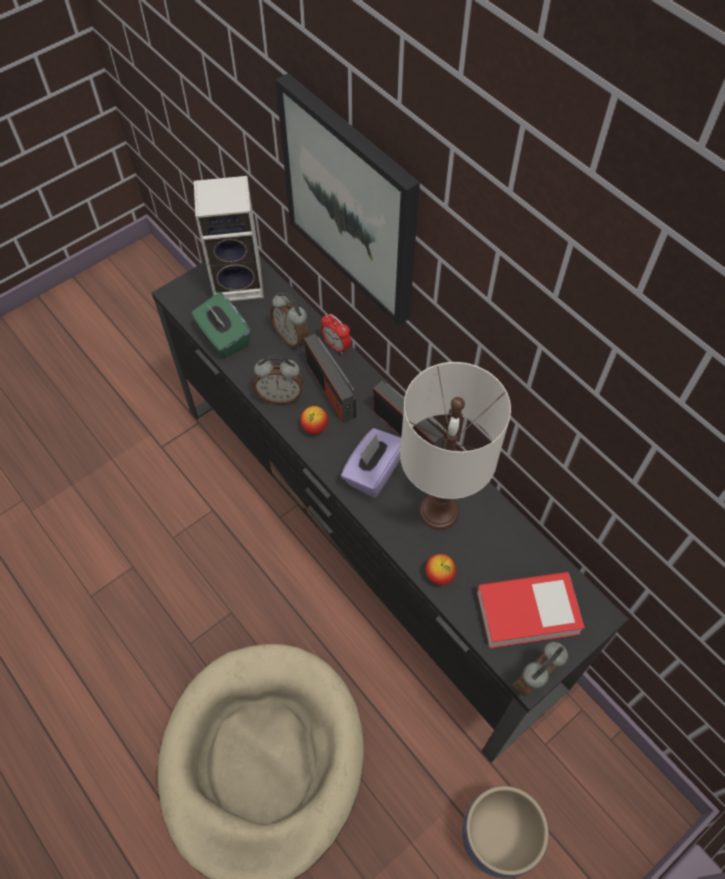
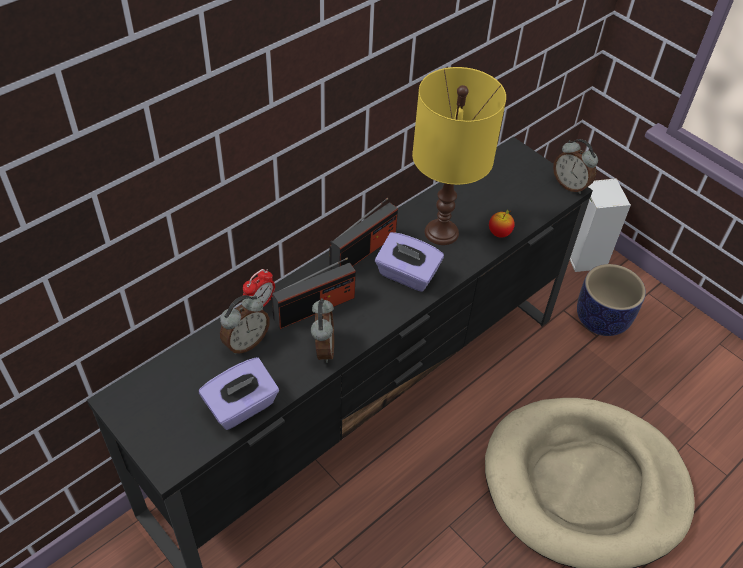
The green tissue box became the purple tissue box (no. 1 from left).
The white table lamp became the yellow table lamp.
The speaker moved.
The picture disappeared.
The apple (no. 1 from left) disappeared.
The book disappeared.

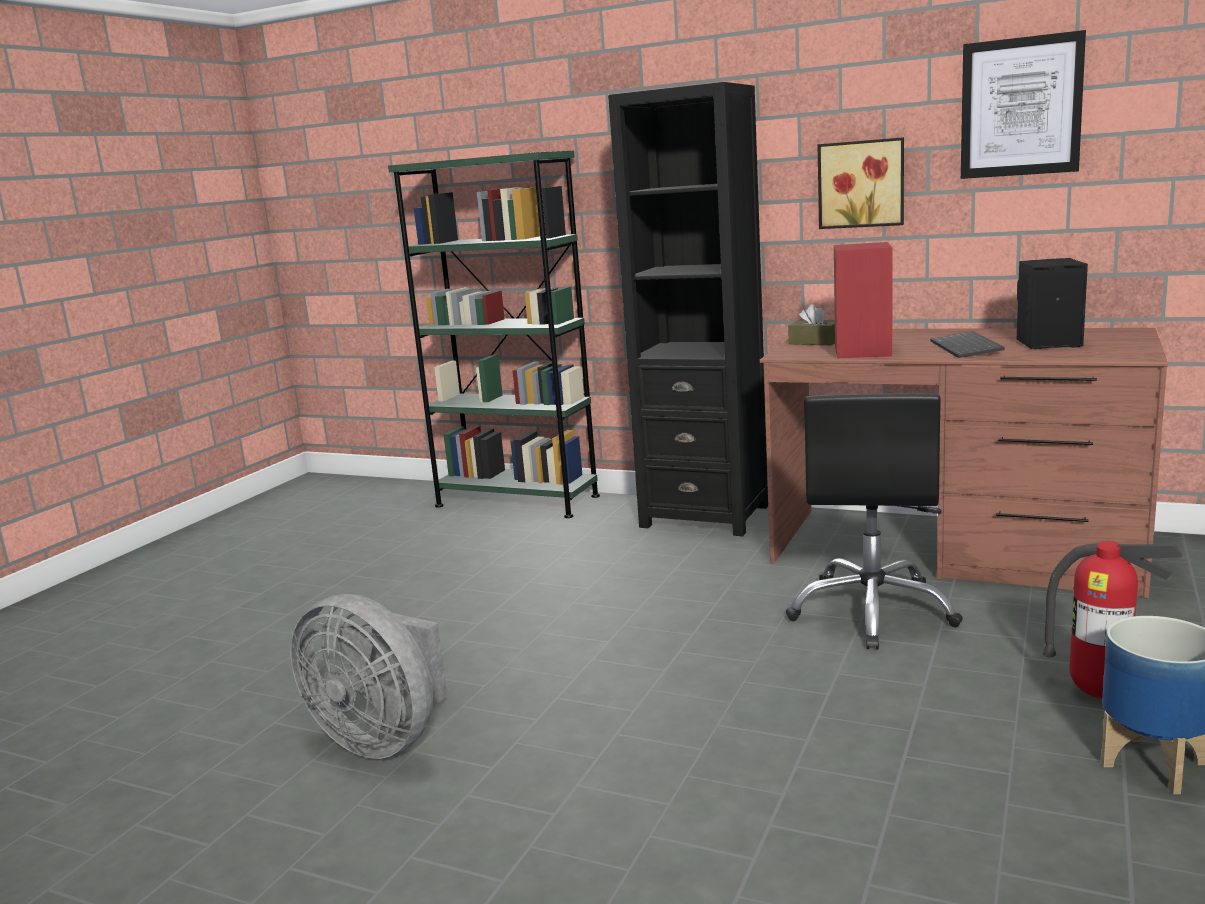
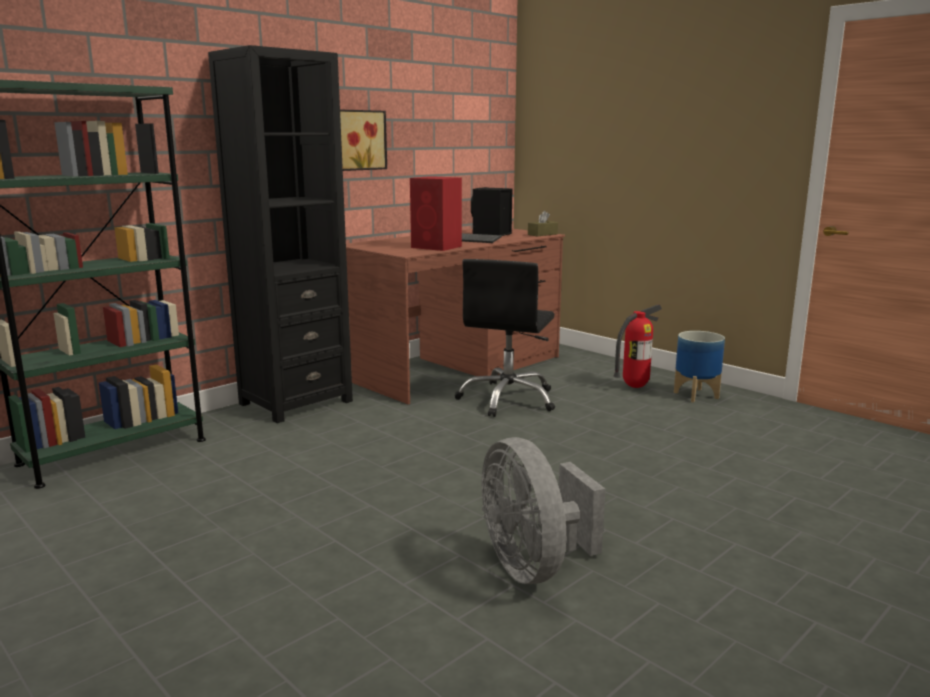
The black office chair turned 75 degrees clockwise.
The grey fan turned 105 degrees clockwise.
The brown tissue box moved.
The picture (no. 2 from left) disappeared.

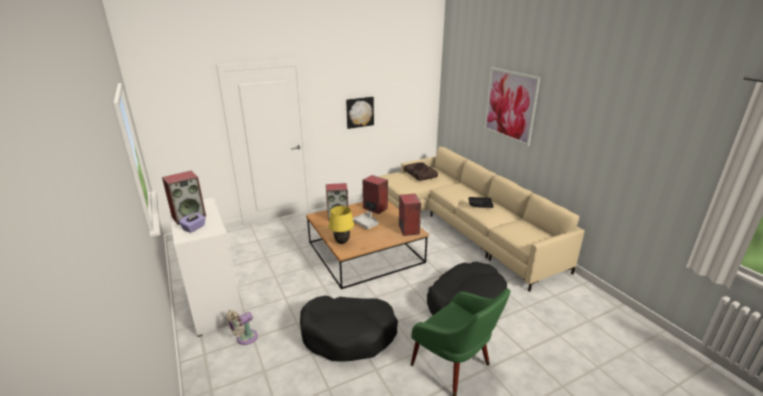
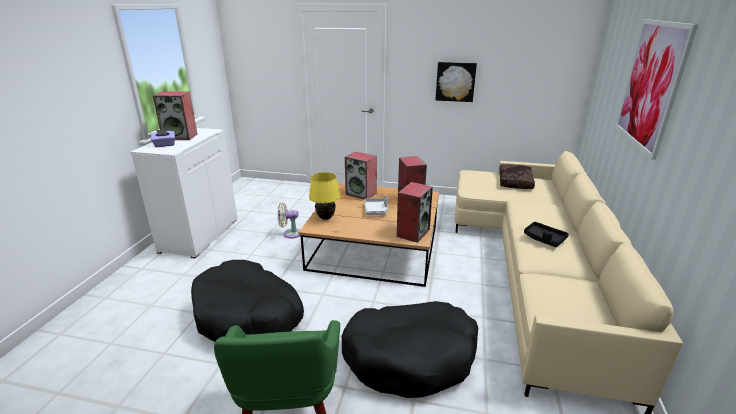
The beige fan moved.

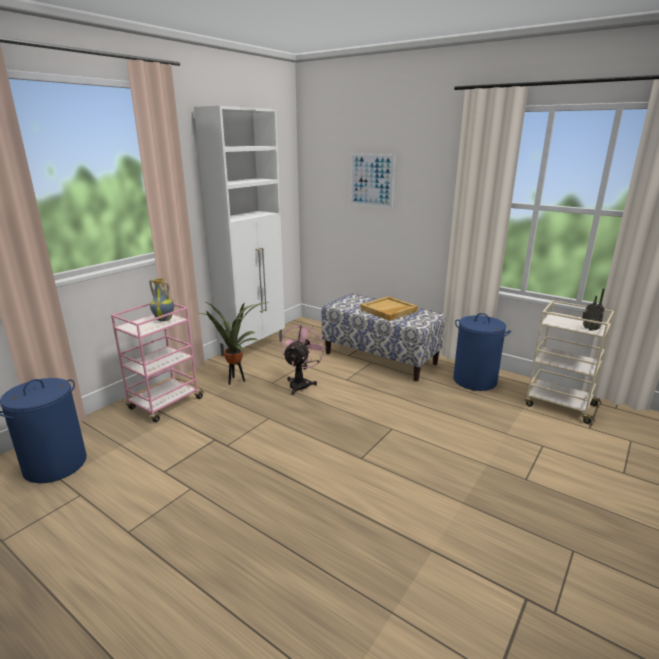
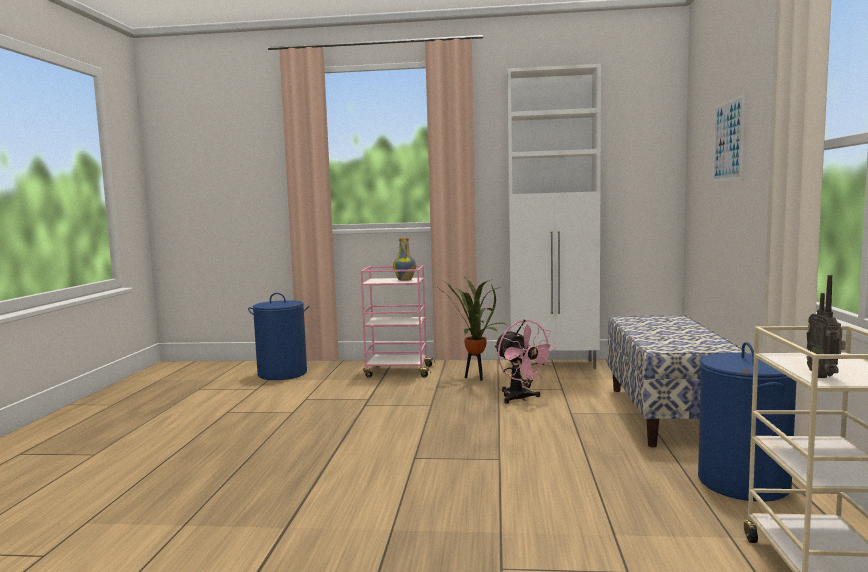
The pink fan turned 75 degrees clockwise.
The beige tray disappeared.

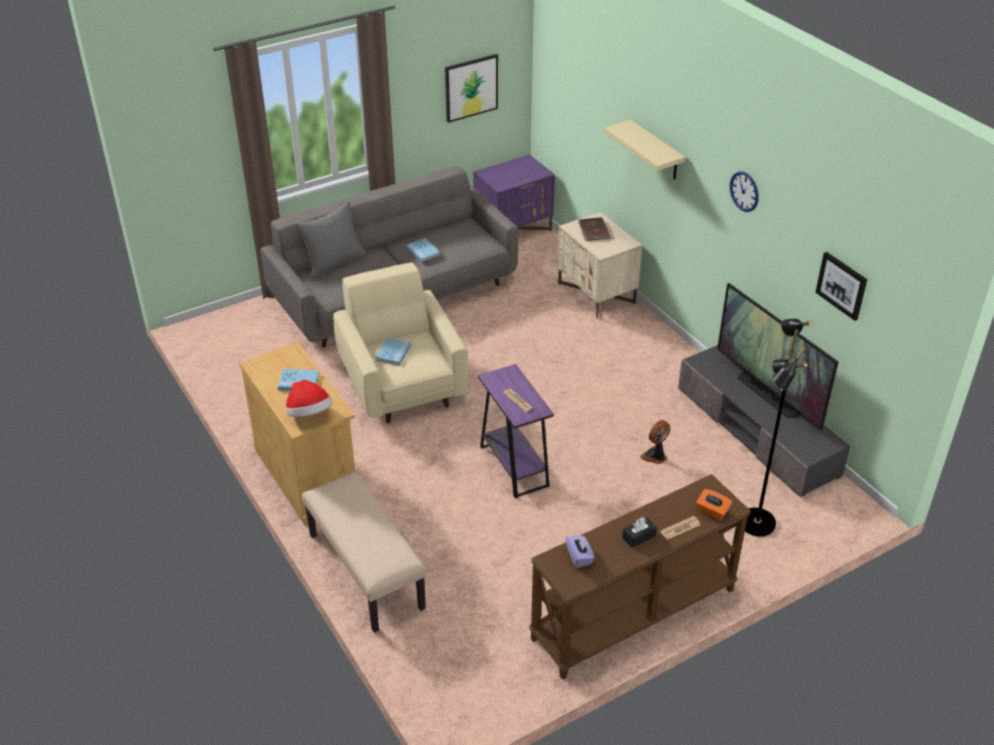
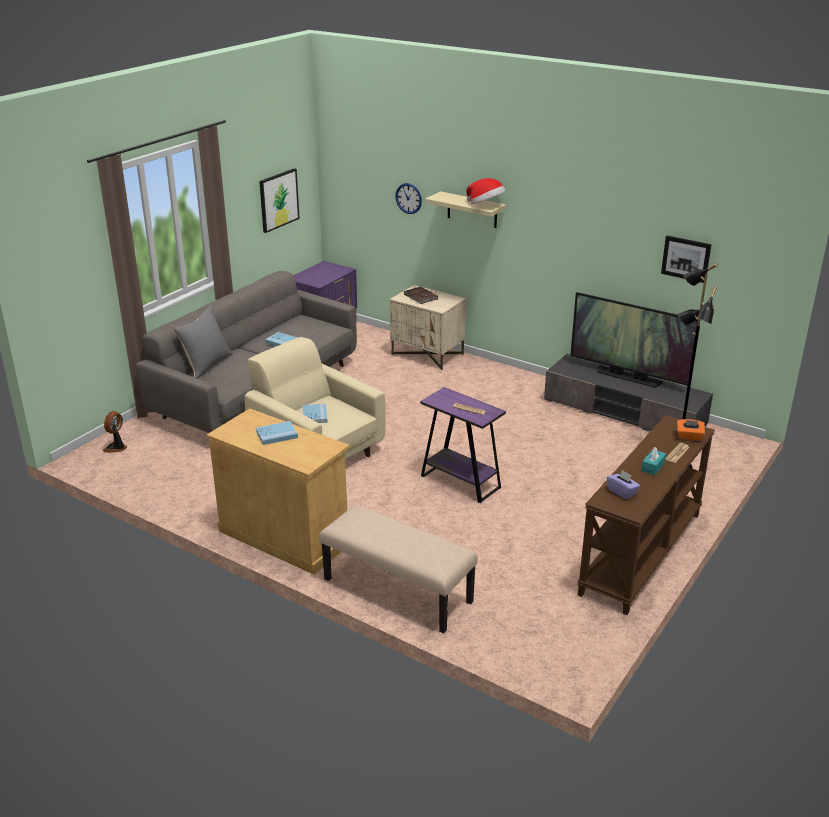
The fan moved.
The wall clock moved.
The hat moved.
The black tissue box became the turquoise tissue box.

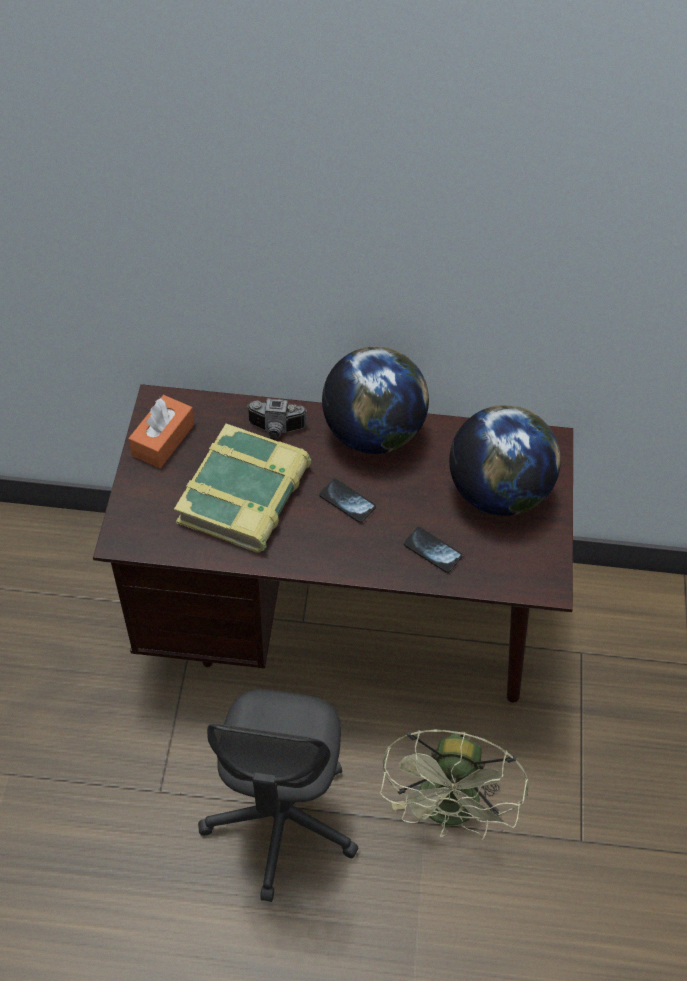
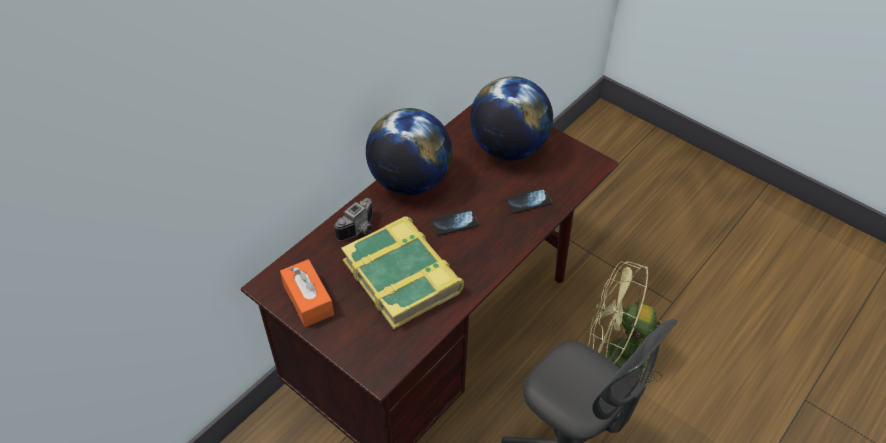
The green fan turned 150 degrees clockwise.

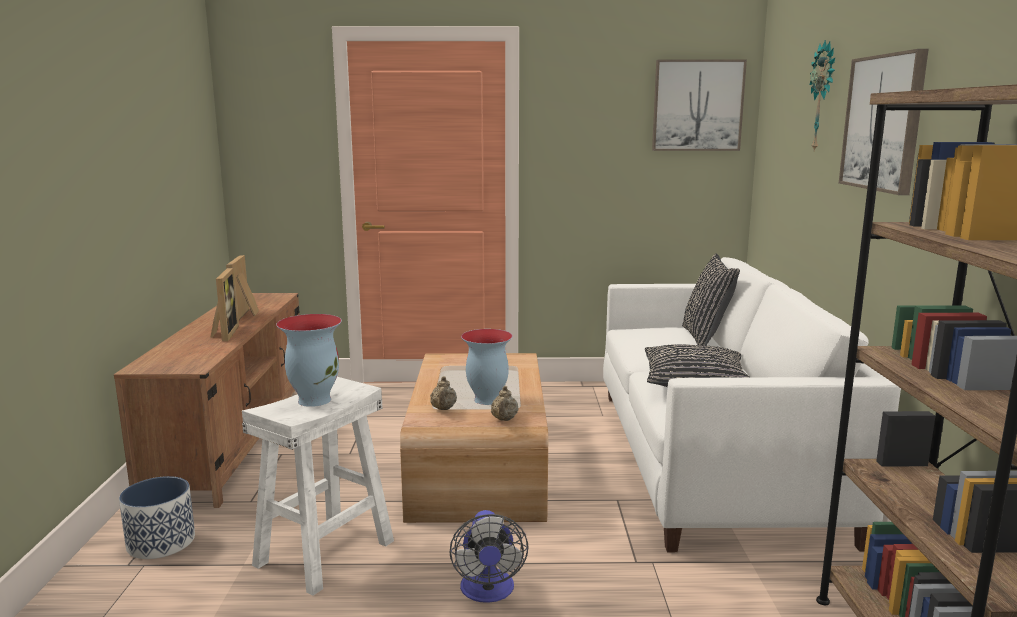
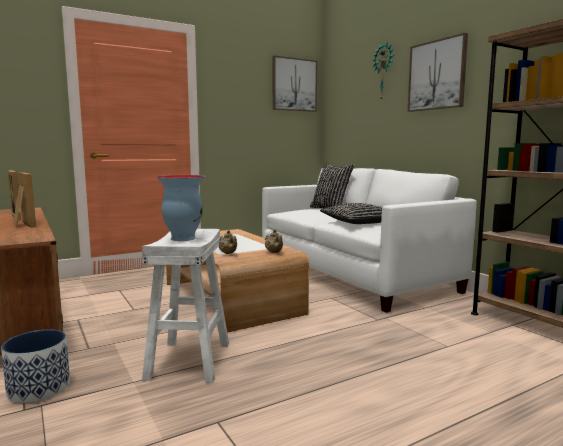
The fan disappeared.
The vase (no. 2 from left) disappeared.

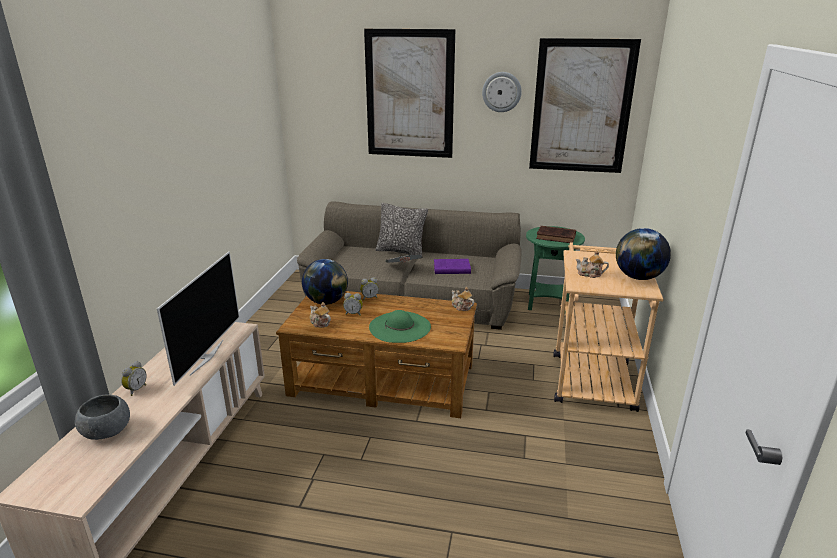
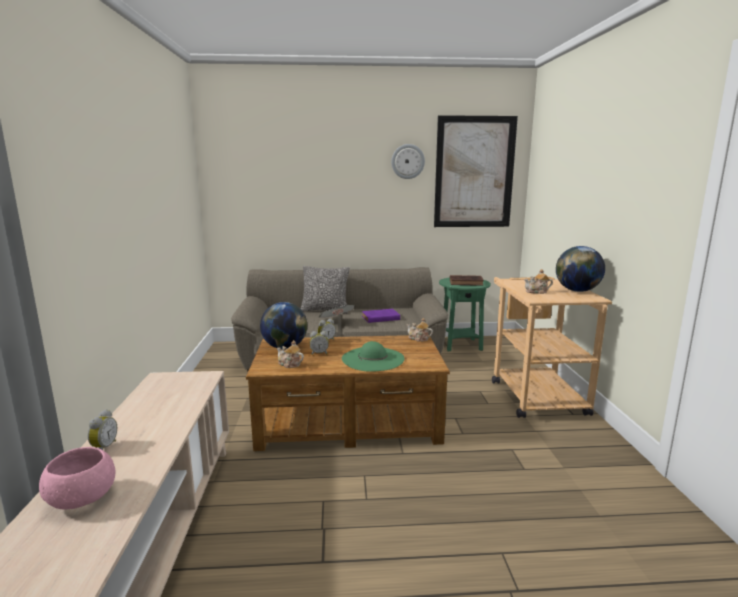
The grey bowl became the pink bowl.
The television disappeared.
The picture (no. 1 from left) disappeared.

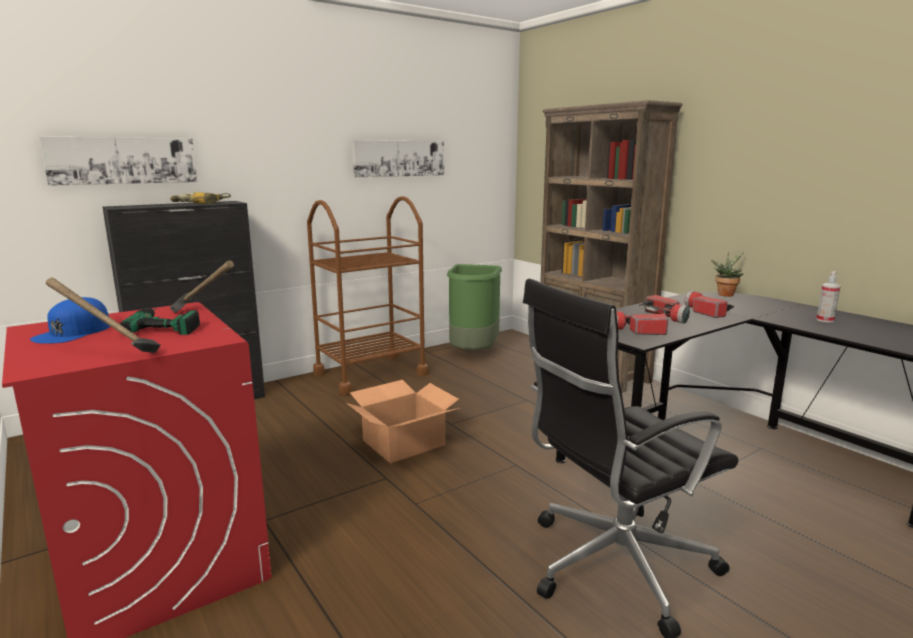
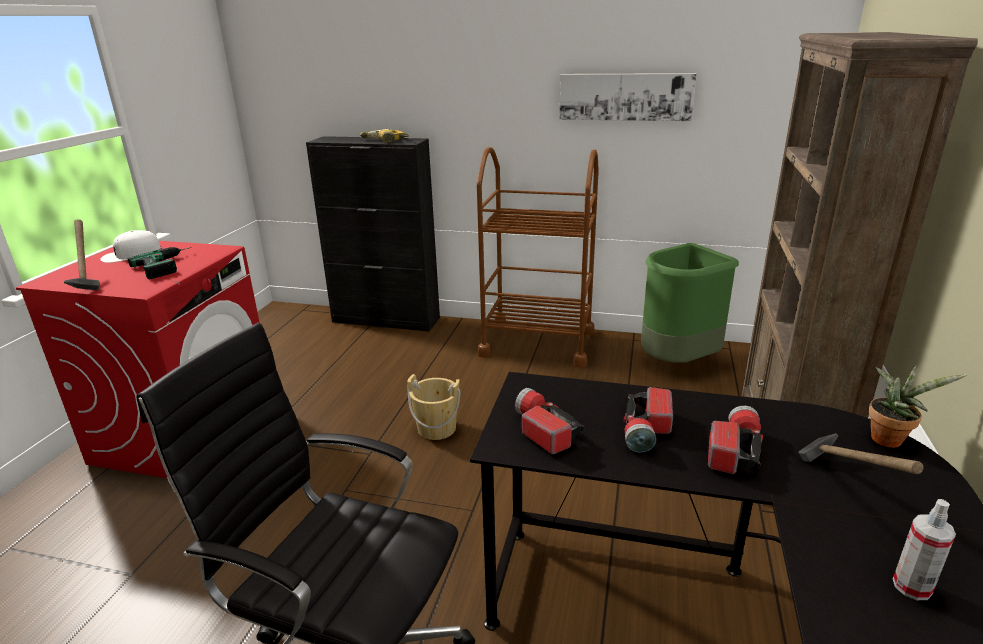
The blue cap became the white cap.
The cardboard box was replaced by the beige bucket.
The hammer (no. 2 from left) moved.
The picture (no. 1 from left) disappeared.

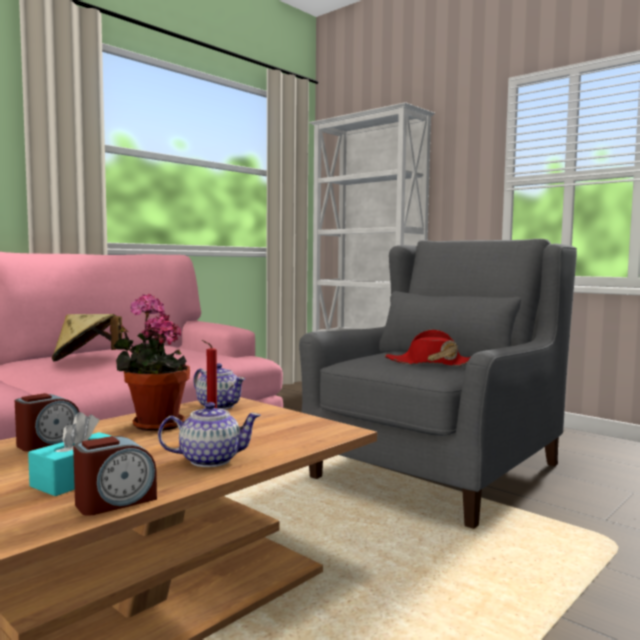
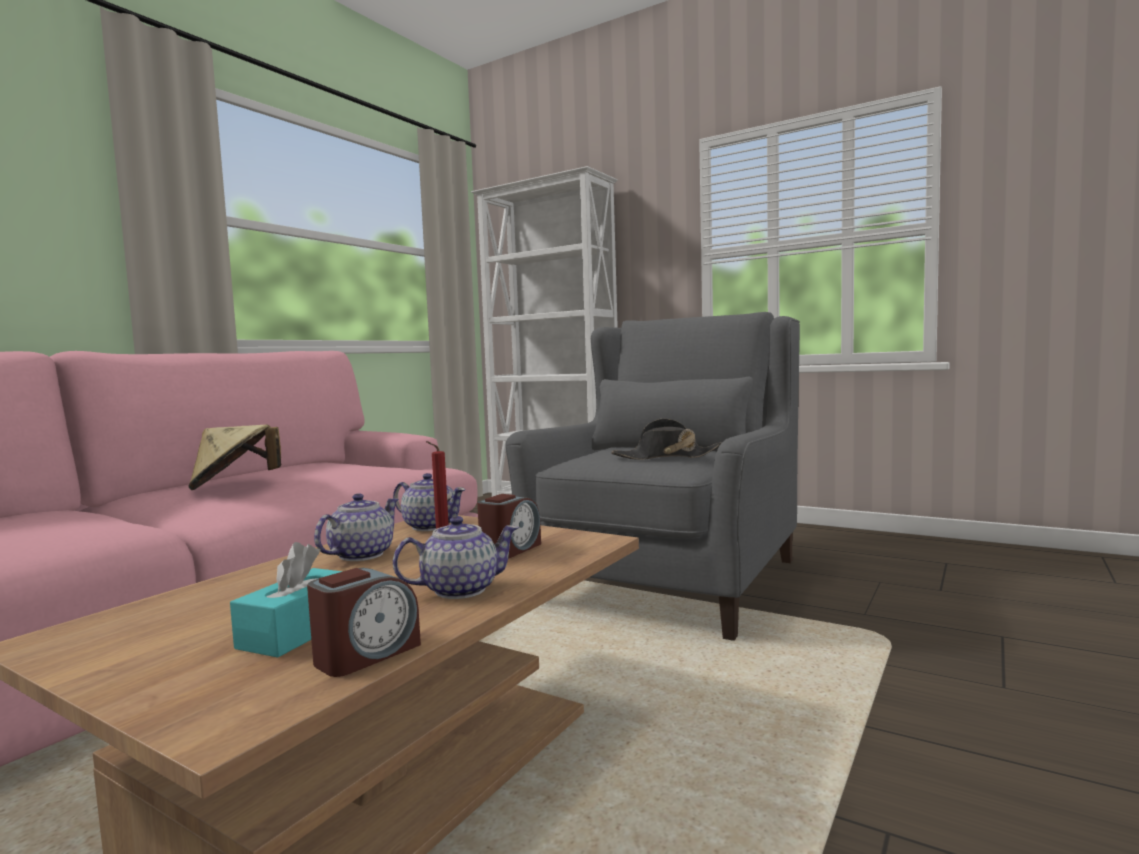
The potted plant was replaced by the teapot (no. 1 from left).
The alarm clock (no. 1 from left in the first image) moved.
The red hat became the black hat.

